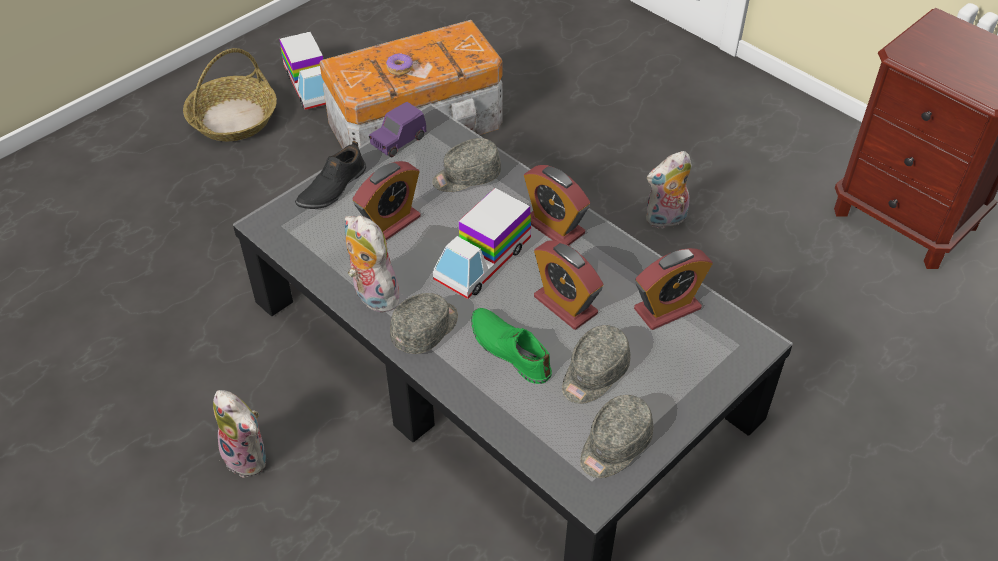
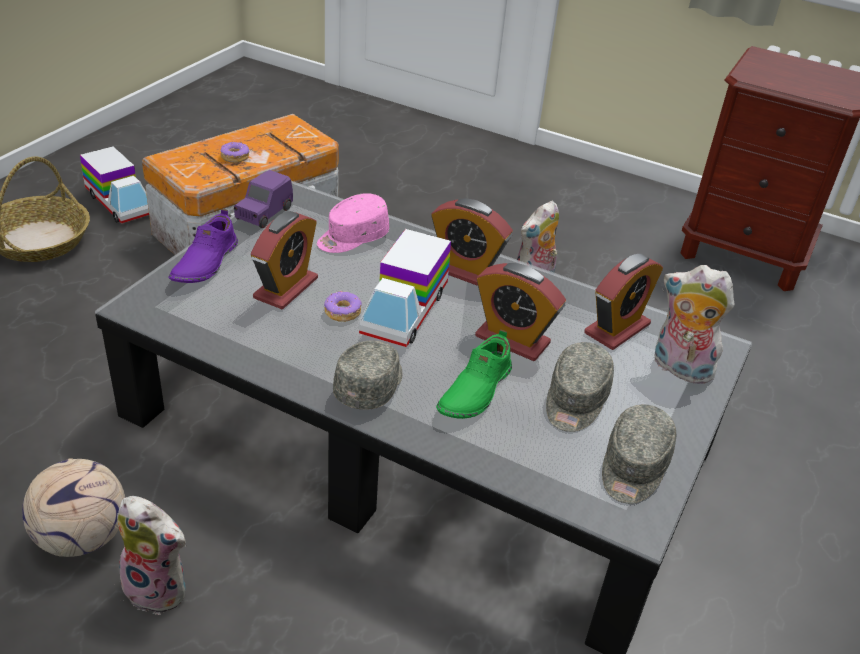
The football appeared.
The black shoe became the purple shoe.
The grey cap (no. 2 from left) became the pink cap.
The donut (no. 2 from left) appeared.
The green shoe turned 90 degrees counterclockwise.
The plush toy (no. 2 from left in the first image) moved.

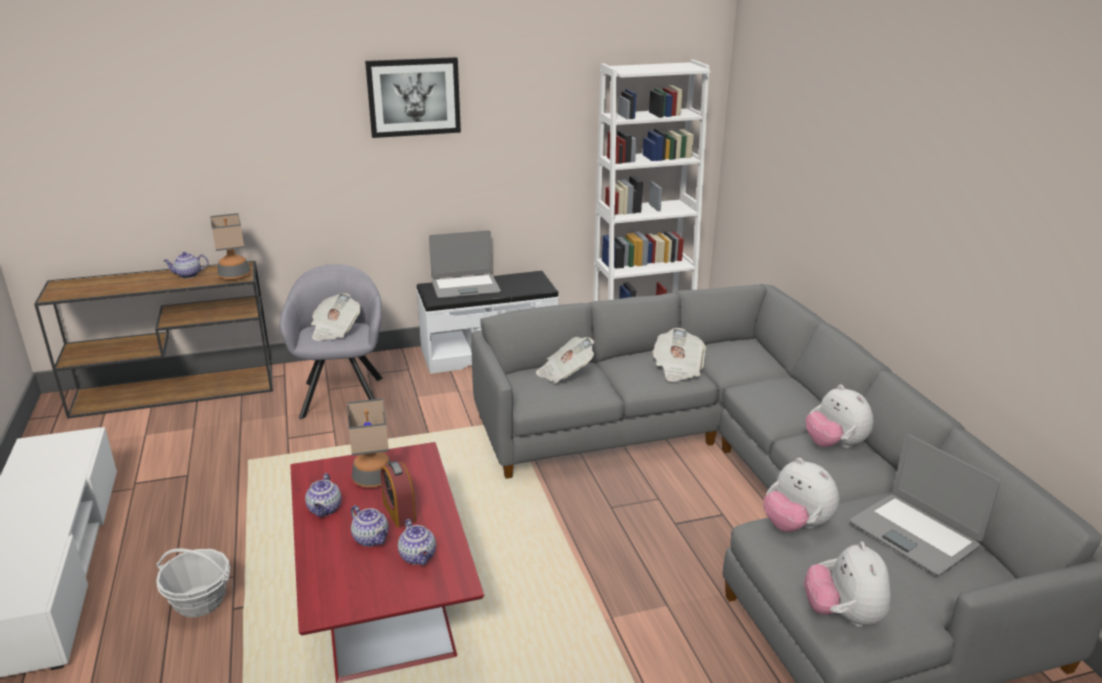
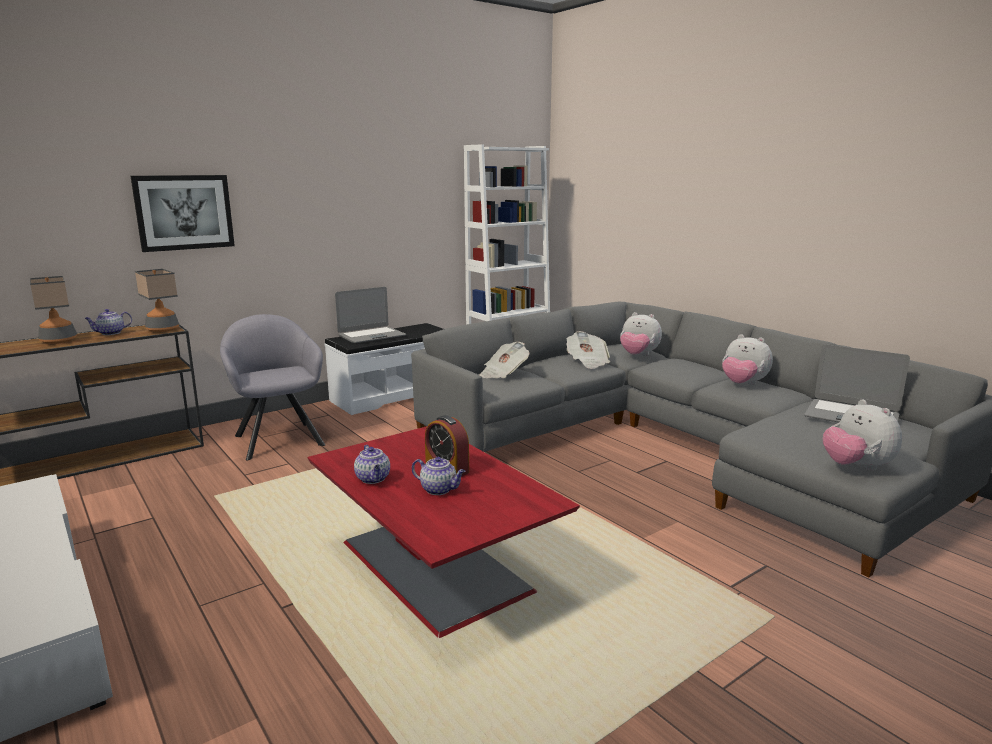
The table lamp (no. 2 from left in the first image) moved.
The picture moved.
The plush toy (no. 1 from left) moved.
The basket disappeared.
The newspaper (no. 1 from left) disappeared.
The teapot (no. 4 from left) disappeared.

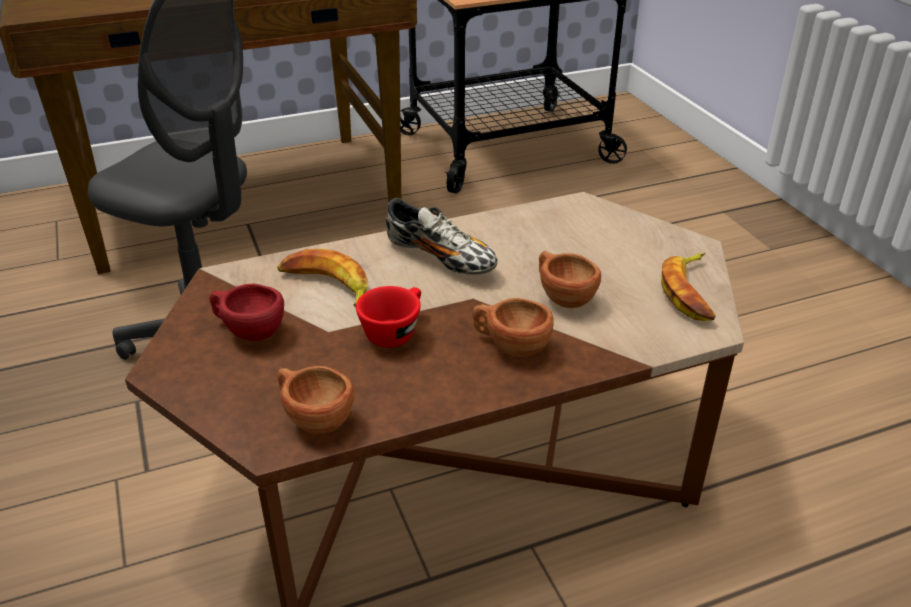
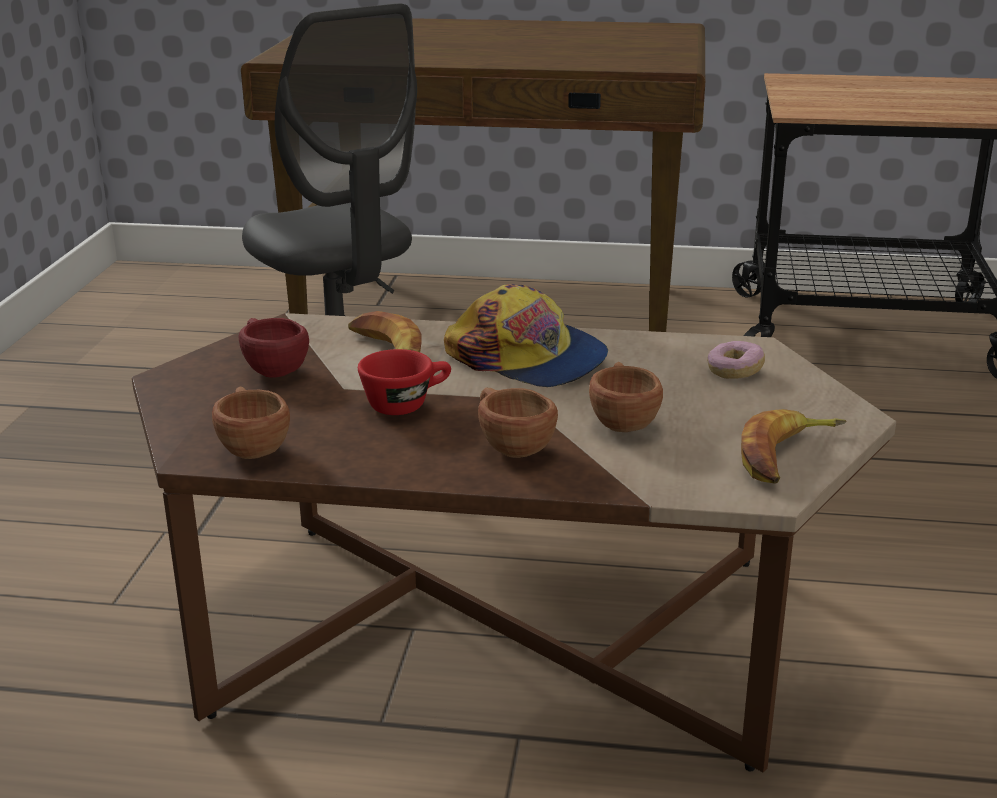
The shoe was replaced by the cap.
The donut appeared.

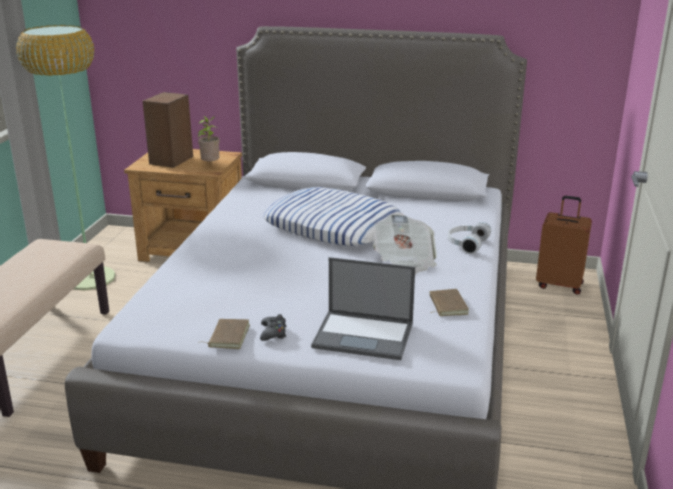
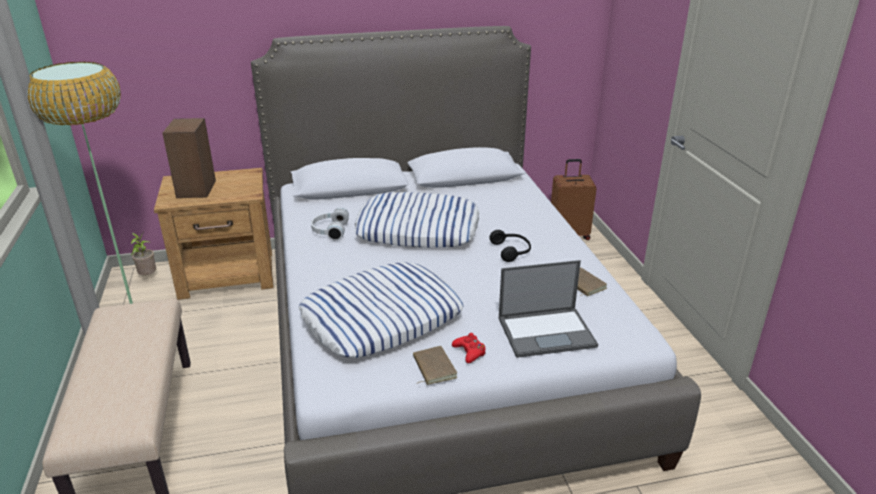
The potted plant moved.
The pillow (no. 1 from left) appeared.
The white headphones moved.
The black game controller became the red game controller.
The newspaper was replaced by the black headphones.

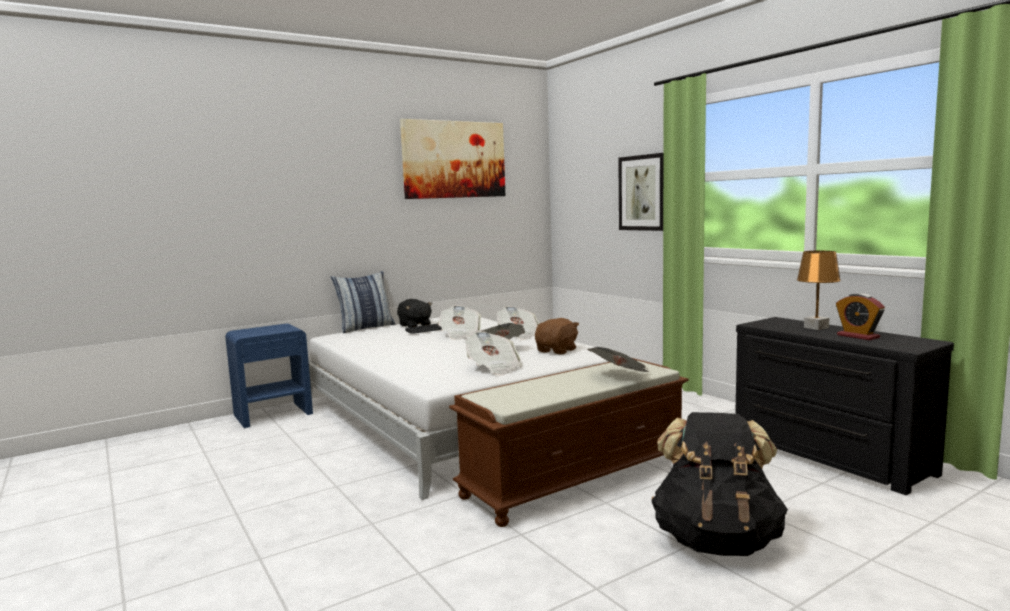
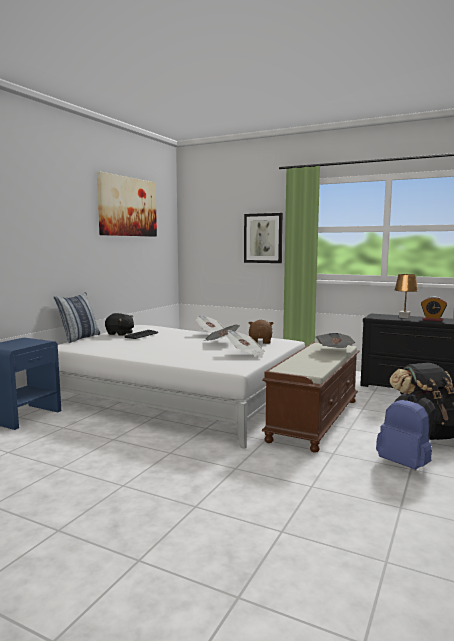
The blue backpack appeared.
The newspaper (no. 1 from left) disappeared.

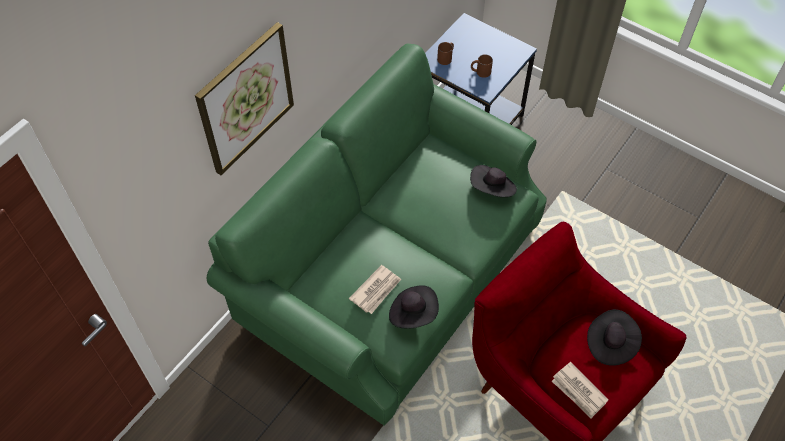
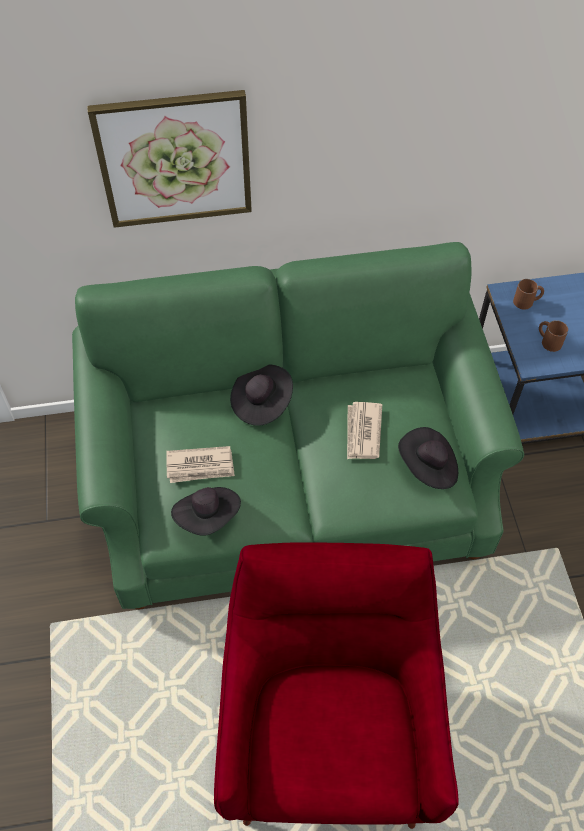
The black hat (no. 3 from left in the first image) moved.
The newspaper (no. 2 from left) moved.

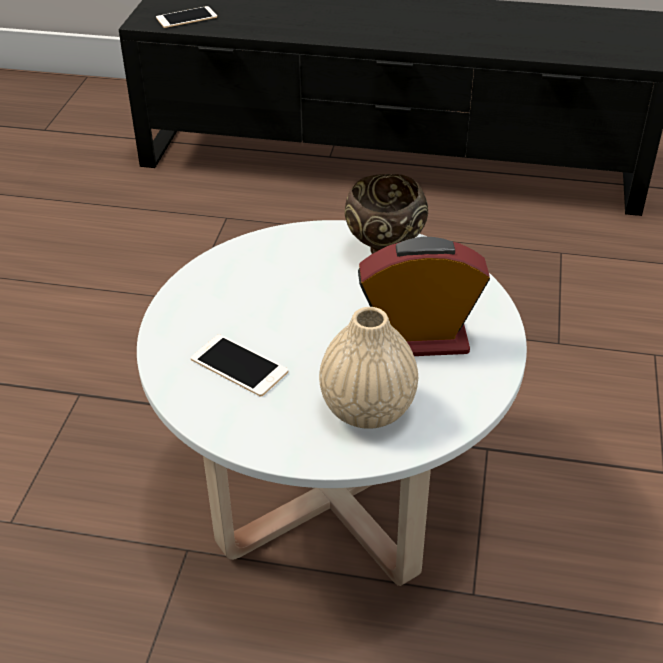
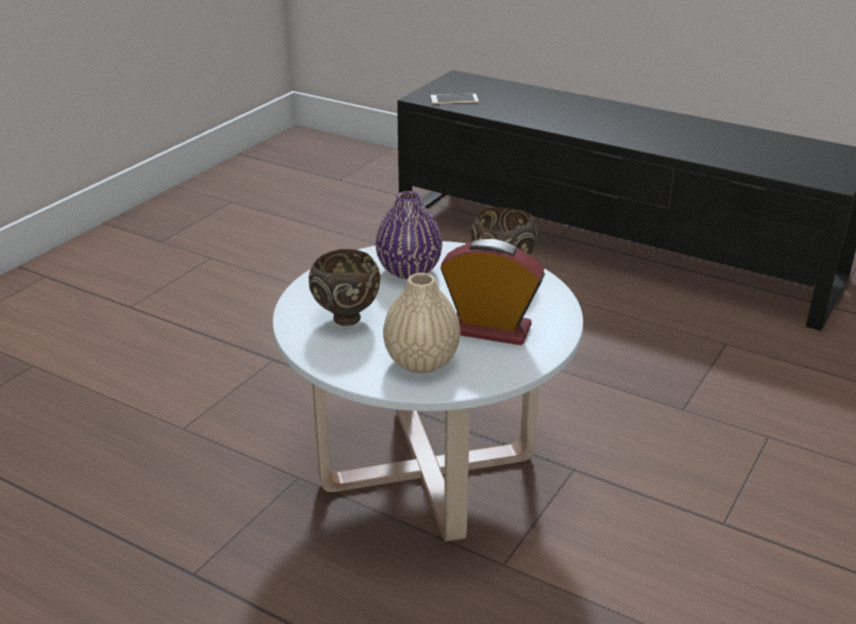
The phone (no. 2 from left) was replaced by the brown bowl (no. 1 from left).
The purple vase appeared.

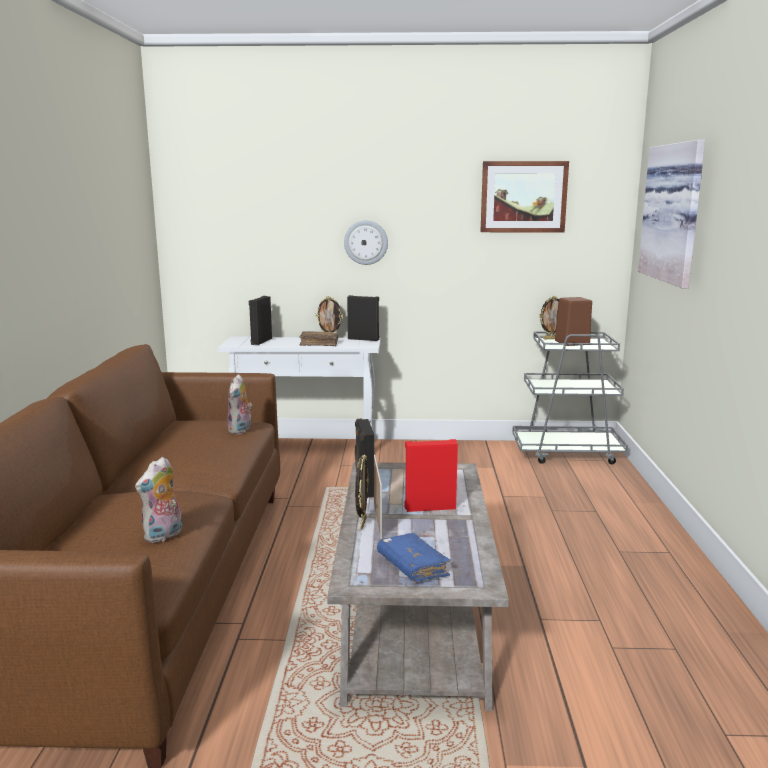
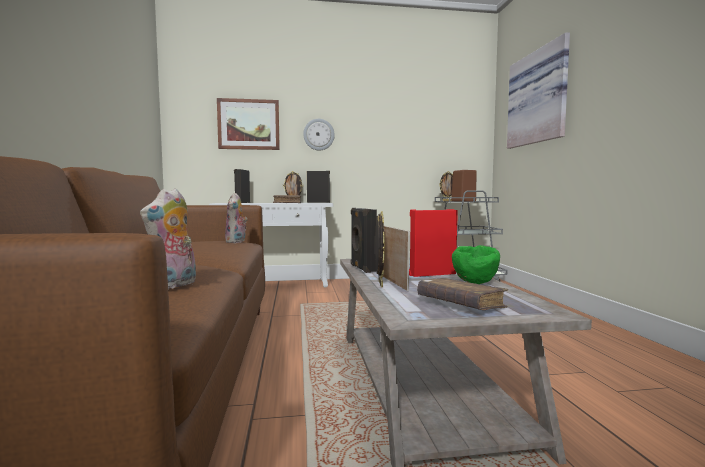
The picture (no. 1 from left) moved.
The blue book became the brown book (no. 2 from left).
The green bowl appeared.

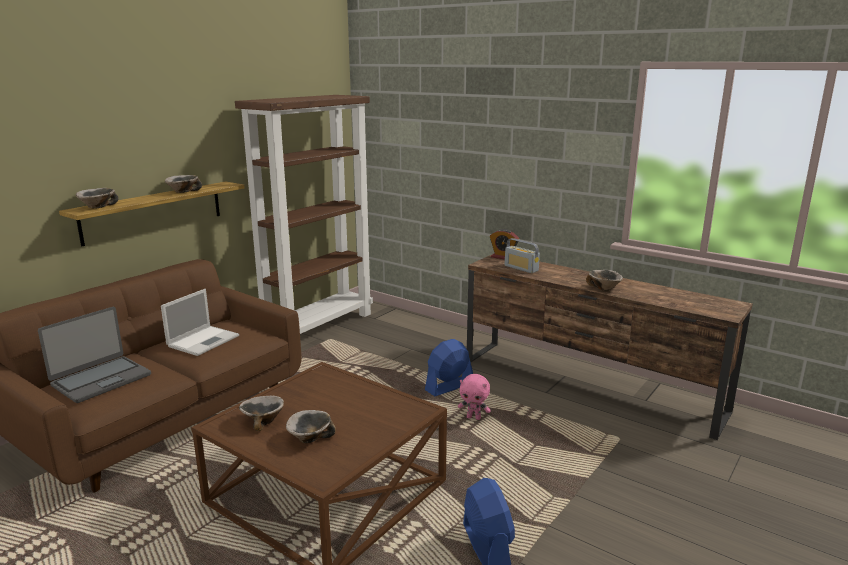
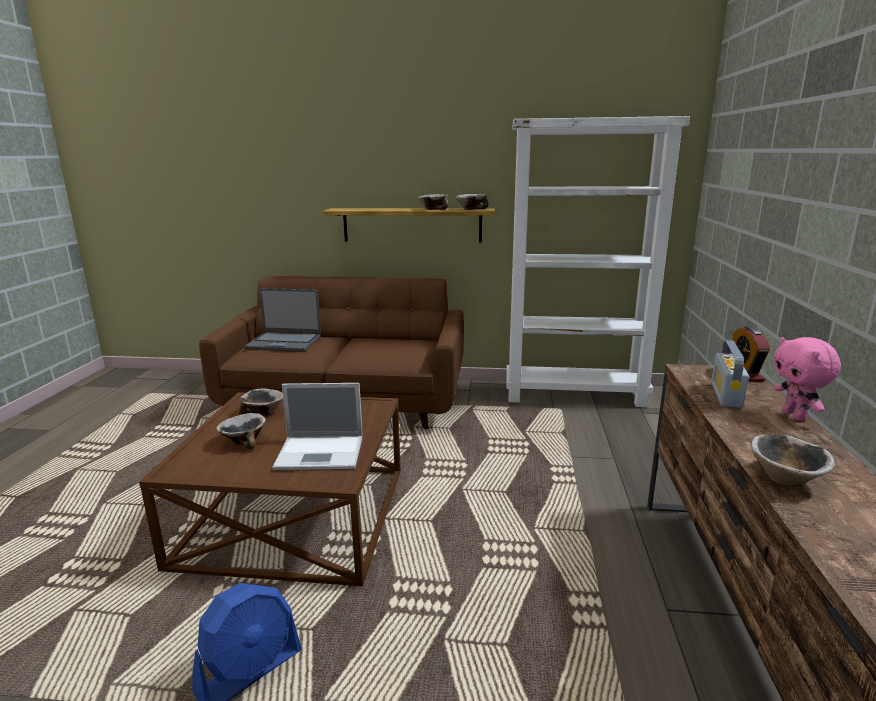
The laptop (no. 2 from left) moved.
The bowl (no. 1 from left in the first image) moved.
The brown bookcase became the white bookcase.
The pink plush toy moved.
The blue fan (no. 1 from left) disappeared.

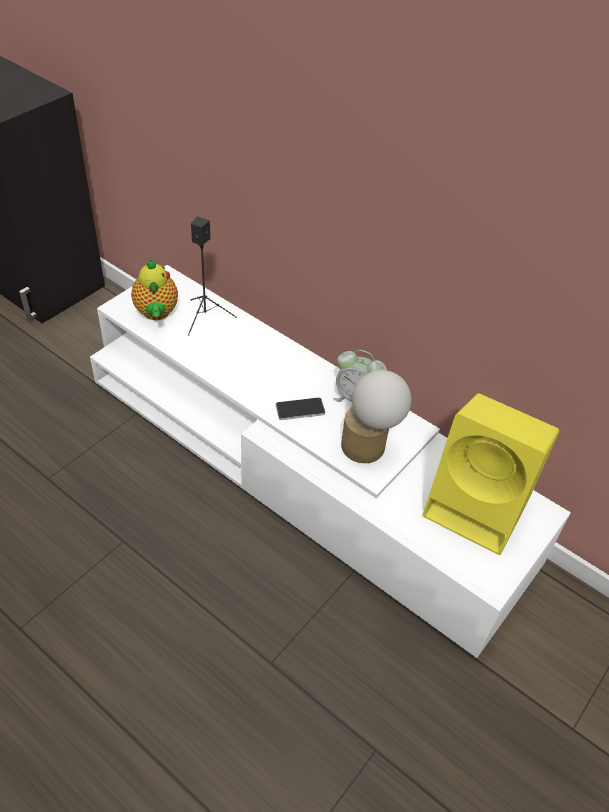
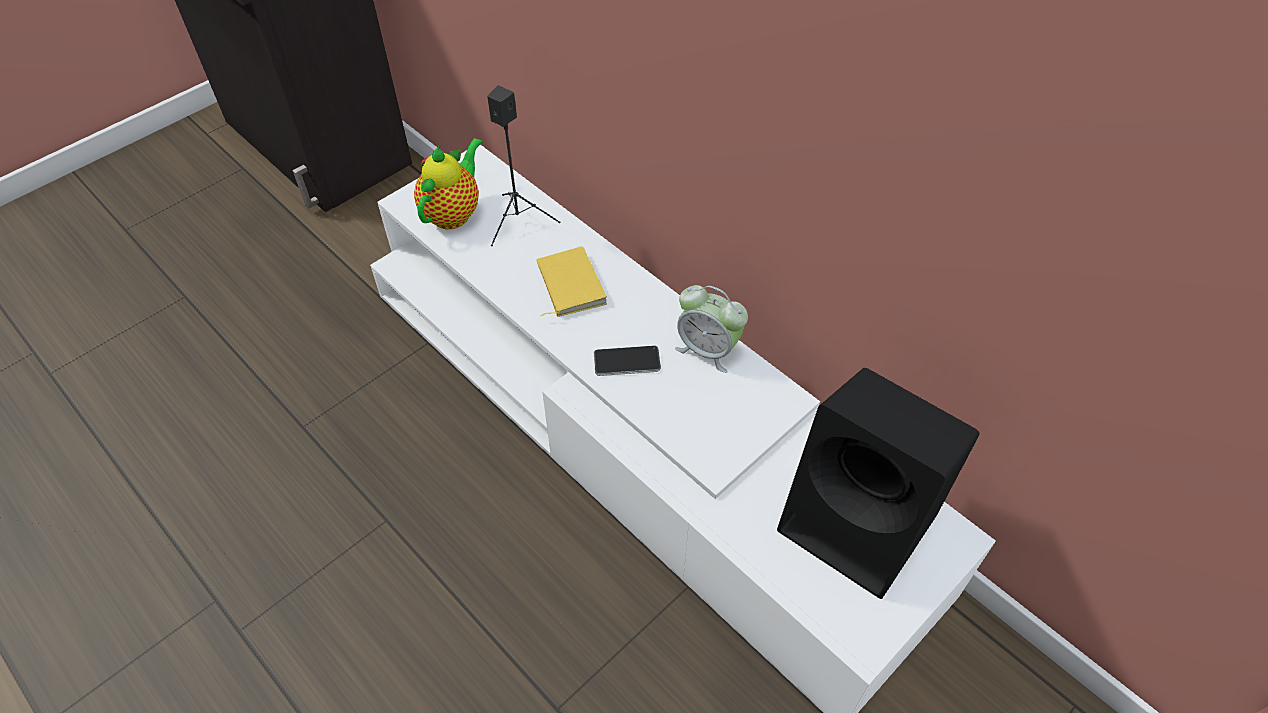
The teapot turned 150 degrees counterclockwise.
The yellow book appeared.
The yellow speaker became the black speaker (no. 2 from left).
The table lamp disappeared.

